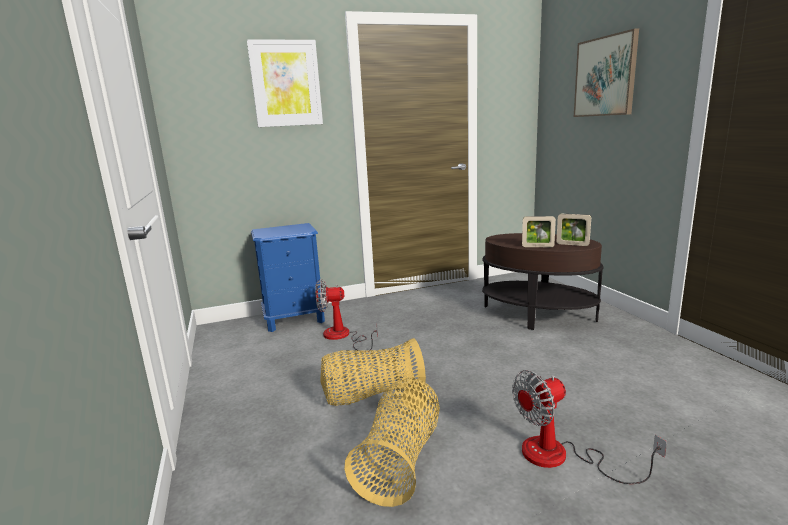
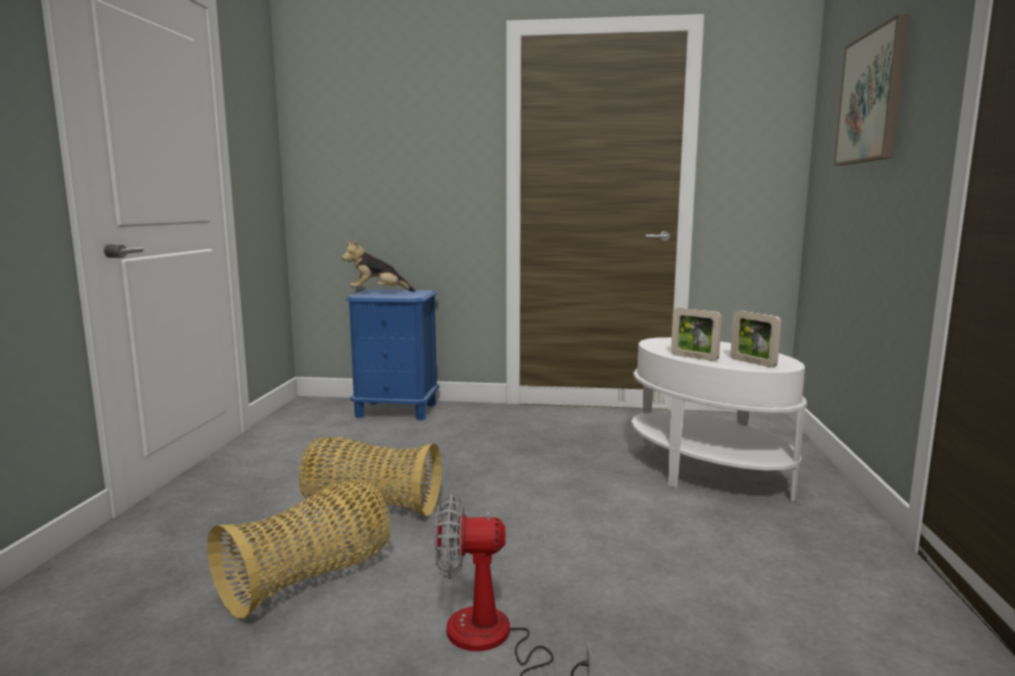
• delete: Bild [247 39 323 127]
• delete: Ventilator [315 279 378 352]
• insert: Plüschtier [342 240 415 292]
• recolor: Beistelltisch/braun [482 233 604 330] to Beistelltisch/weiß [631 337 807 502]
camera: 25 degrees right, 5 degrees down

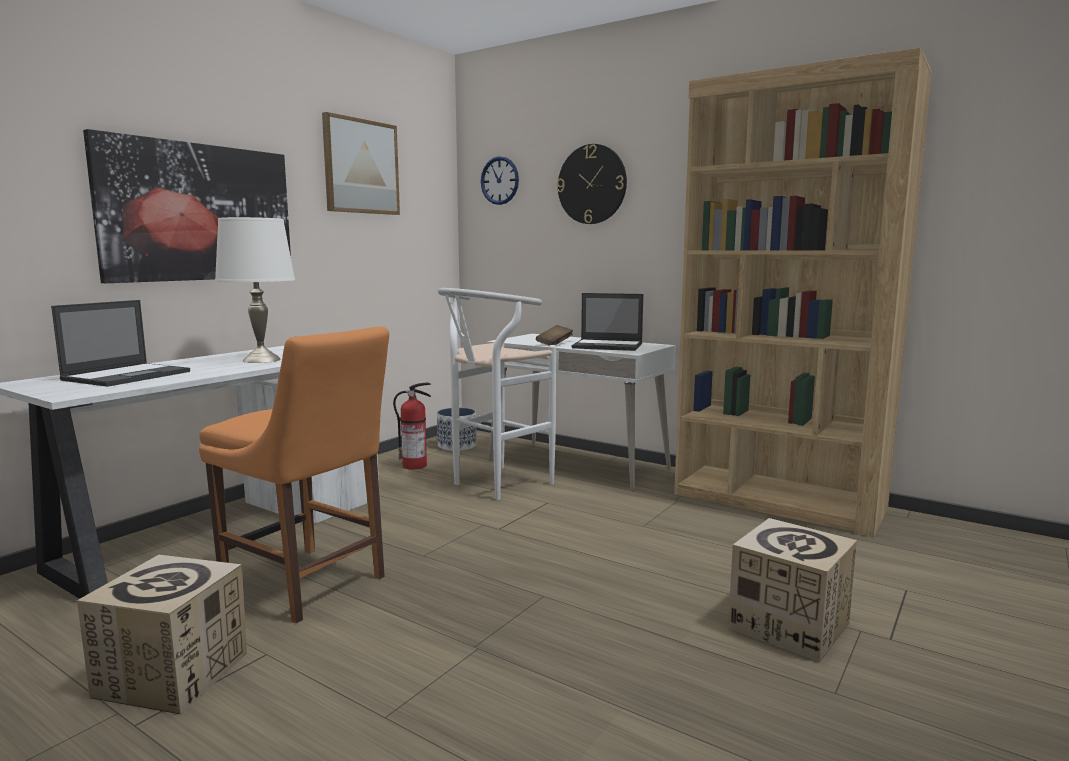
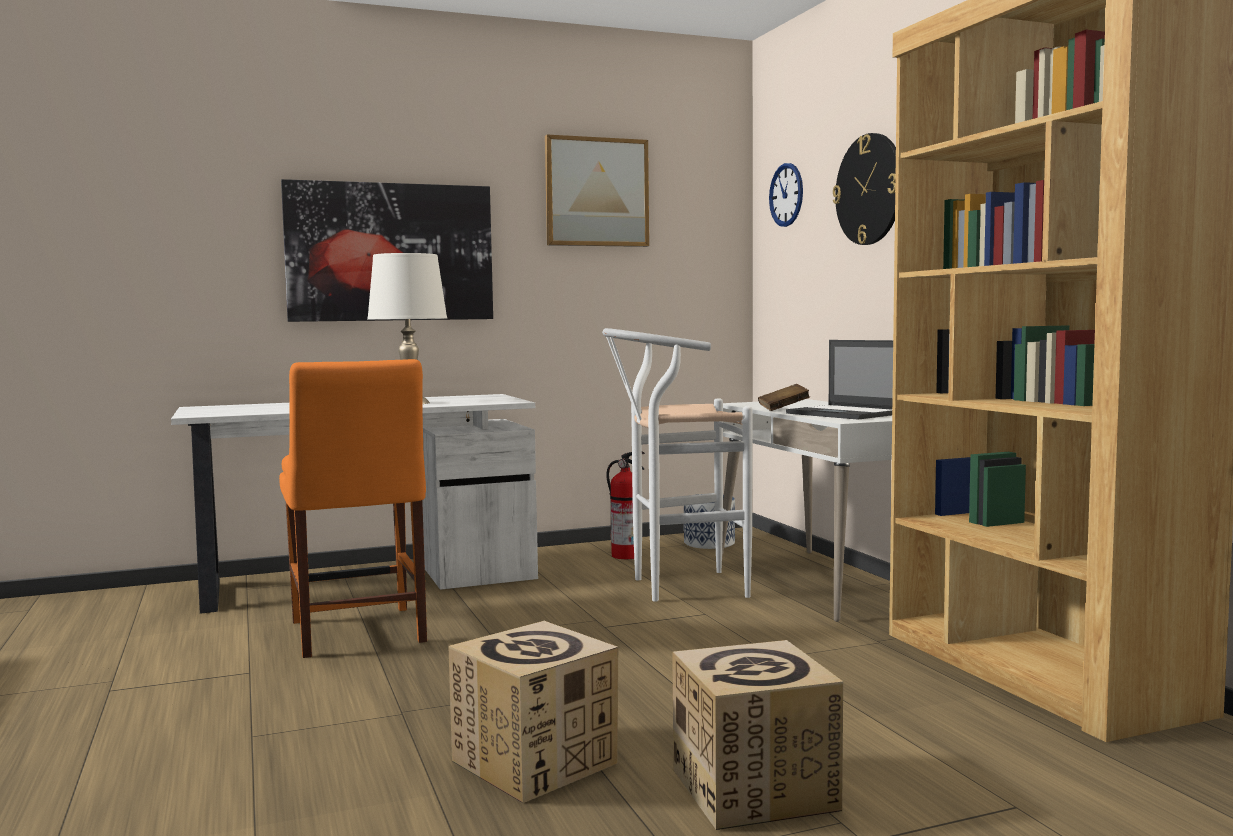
• delete: Laptop [51 300 190 387]
• move: Karton [77 555 247 714] to [448 621 618 803]
camera: 35 degrees right, 5 degrees down

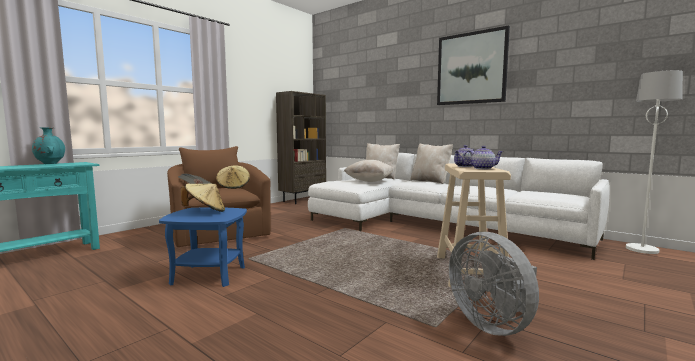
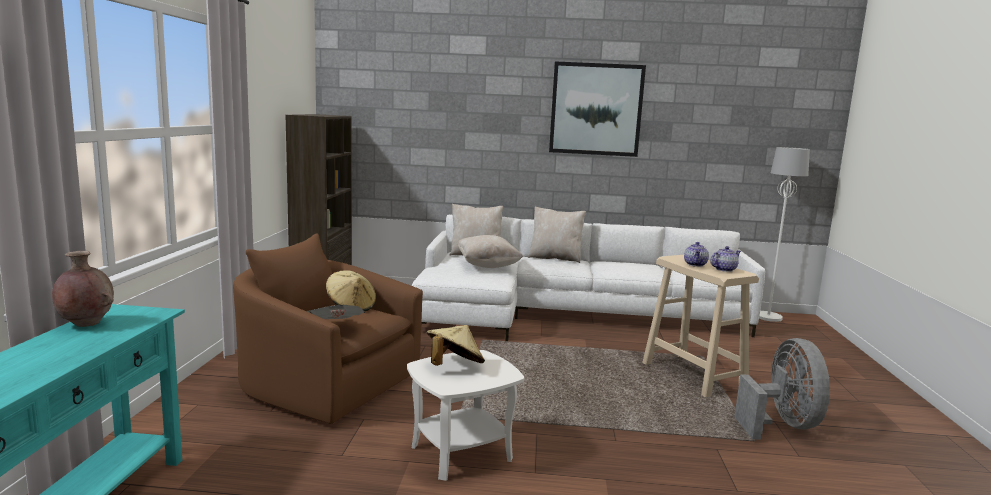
• recolor: Vase/türkis [32 127 65 164] to Vase/braun [52 251 114 327]
• recolor: Beistelltisch/blau [159 207 247 287] to Beistelltisch/weiß [407 350 524 481]
• rotate: Ventilator/grau [449 232 539 336] = [734 338 830 440] 120 degrees counterclockwise
camera: 35 degrees left, 5 degrees up

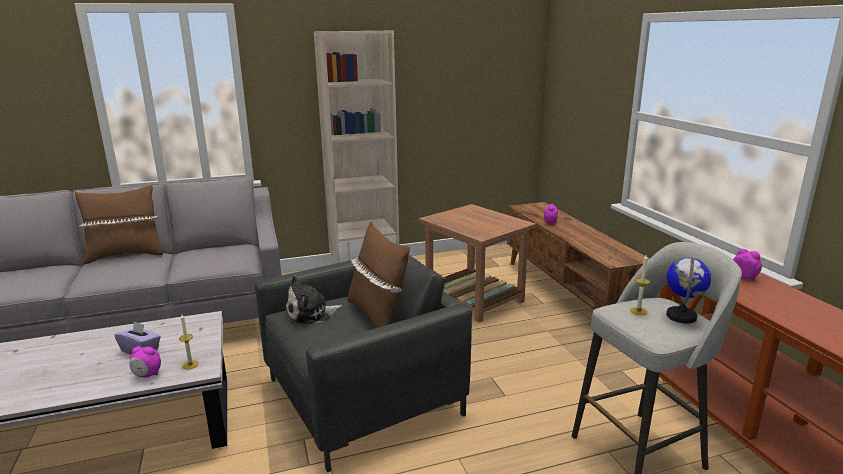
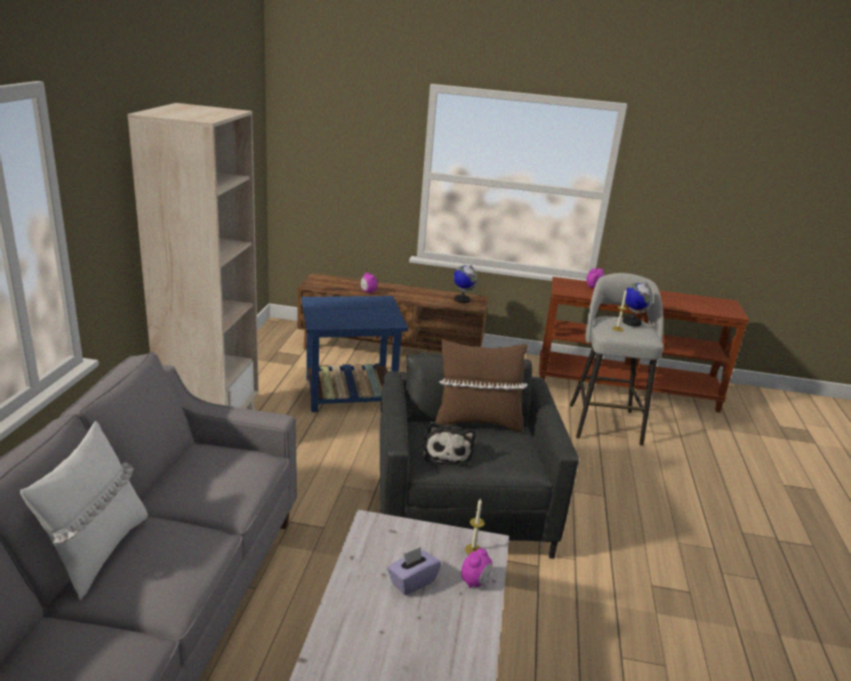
• insert: Globus [454 265 478 303]
• recolor: Kissen/braun [75 185 163 264] to Kissen/weiß [20 421 148 600]
• recolor: Beistelltisch/braun [419 204 536 322] to Beistelltisch/blau [301 296 408 412]
camera: 65 degrees left, 5 degrees up

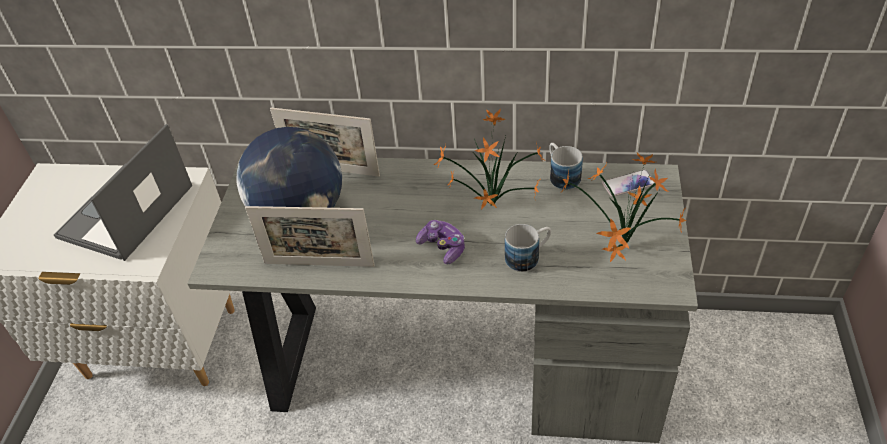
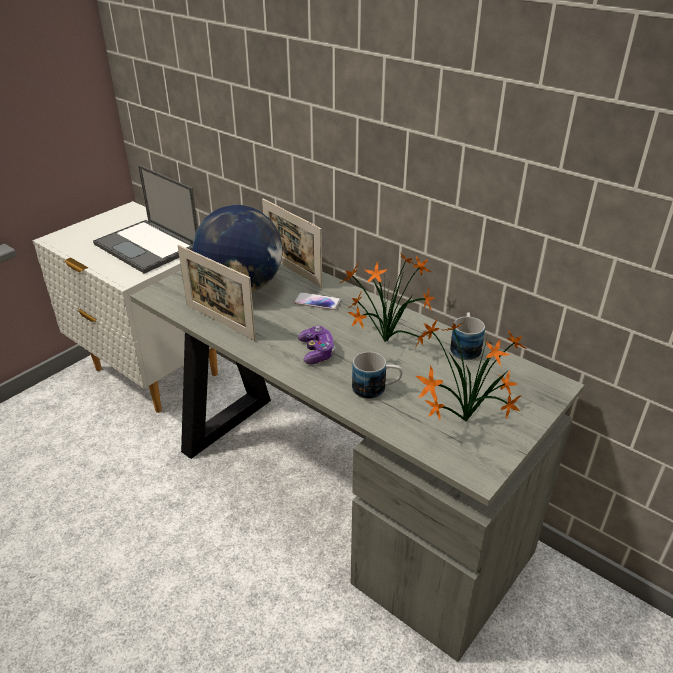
• move: Handy [602 170 655 197] to [294 292 341 310]
• rotate: Laptop [54 124 192 261] = [93 165 198 273] 105 degrees counterclockwise
camera: 30 degrees right, 10 degrees down

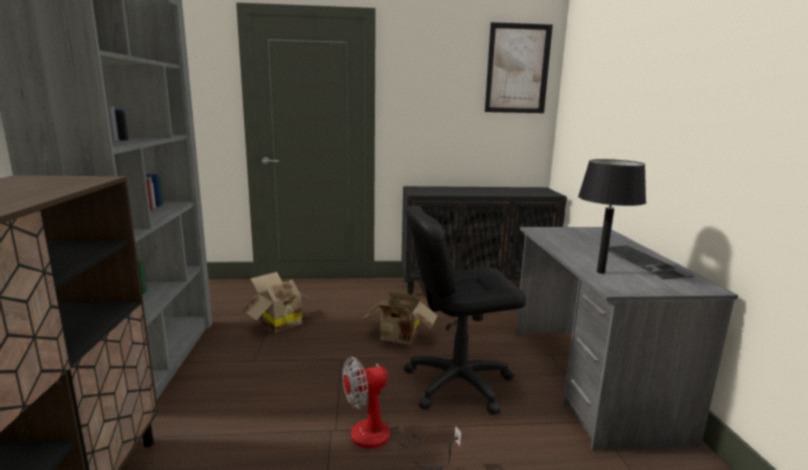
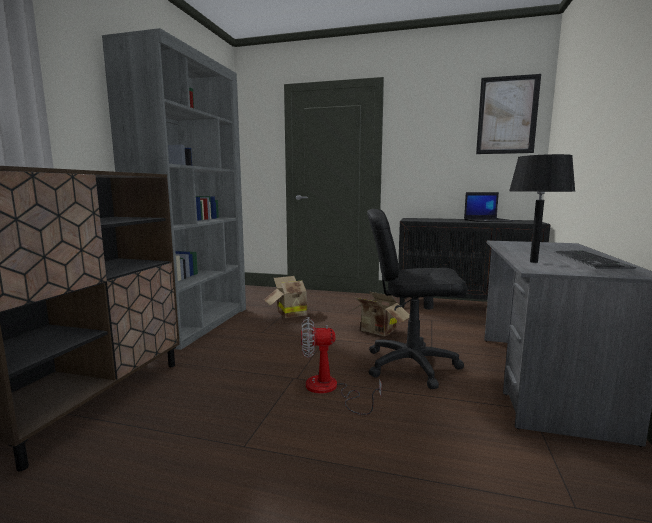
• insert: Laptop [464 192 513 222]
camera: 20 degrees right, 5 degrees down

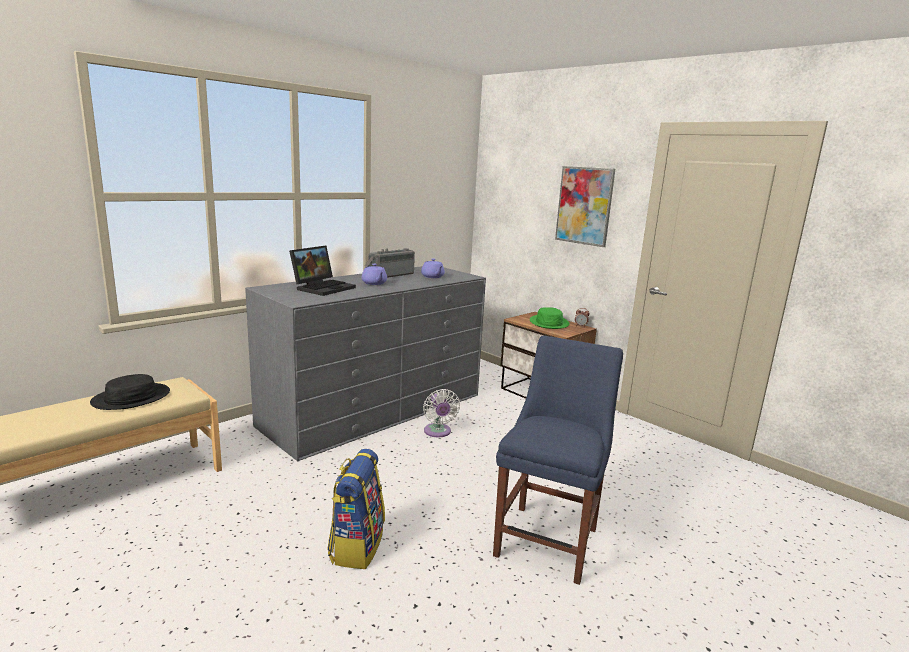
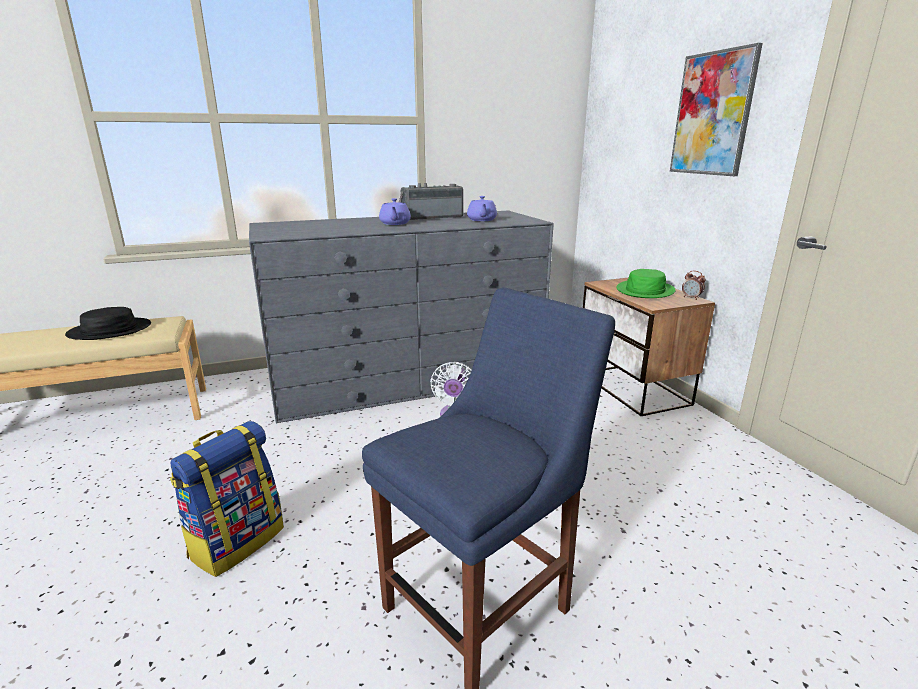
• delete: Laptop [289 246 356 296]
camera: 25 degrees right, 5 degrees up

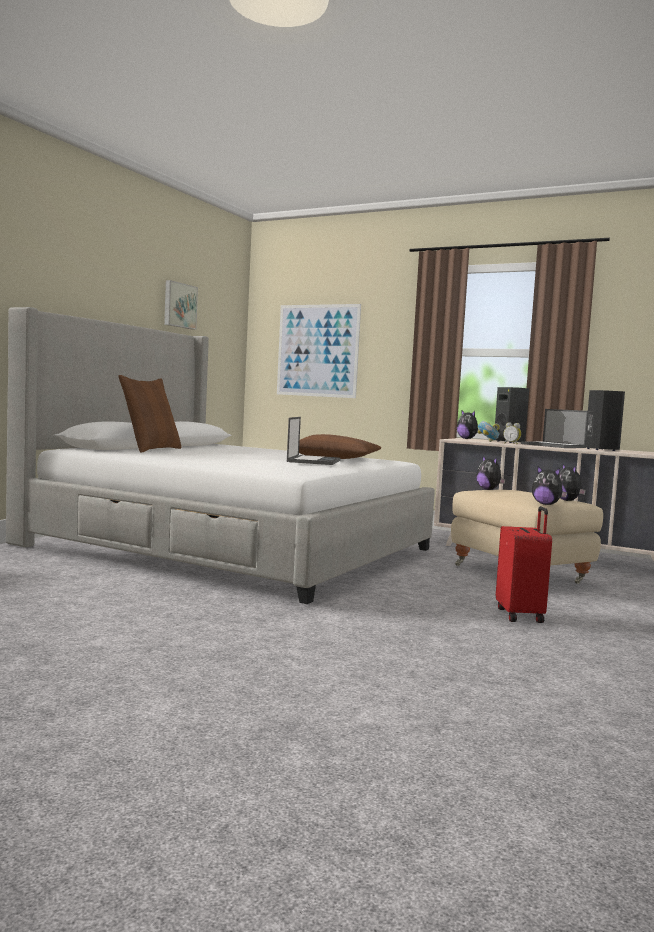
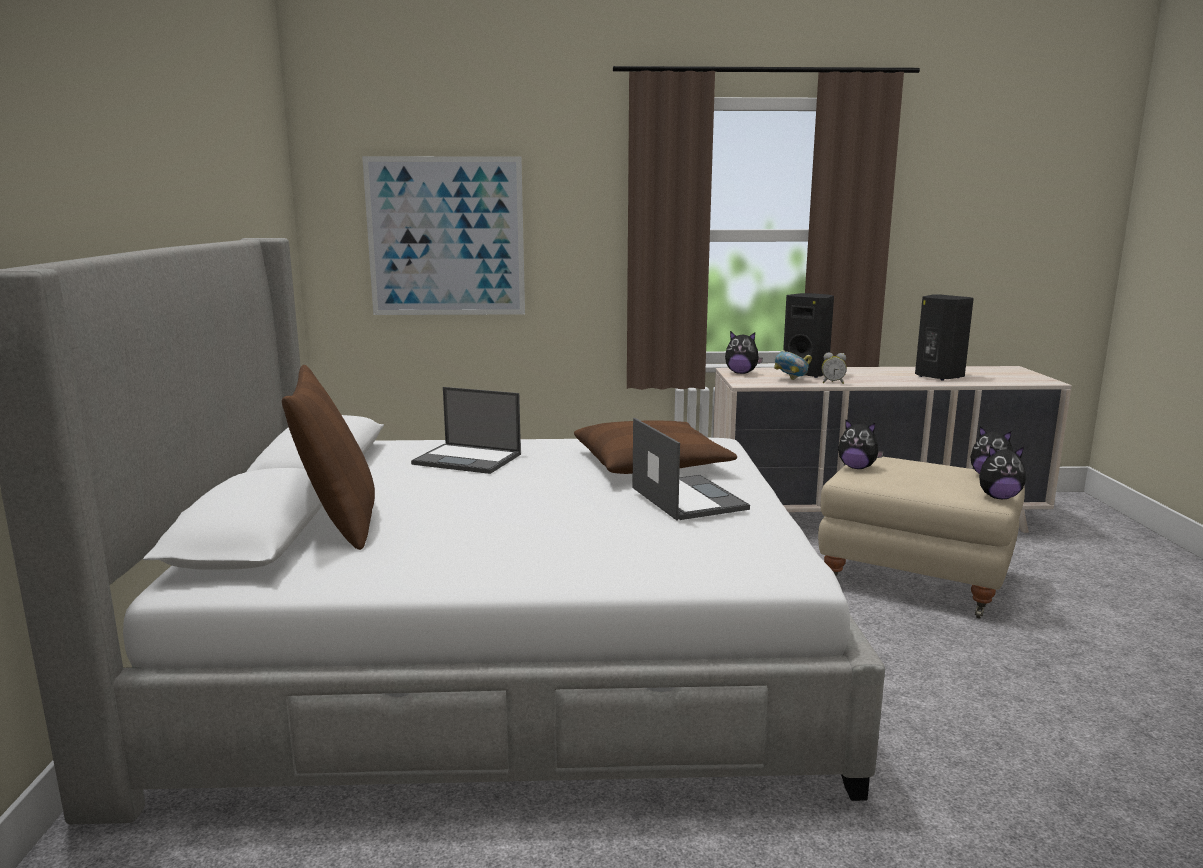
• delete: Bild [164 280 198 330]
• delete: Koffer/rot [496 506 552 623]
• move: Laptop [521 409 588 448] to [411 387 521 474]
camera: 30 degrees left, 10 degrees up

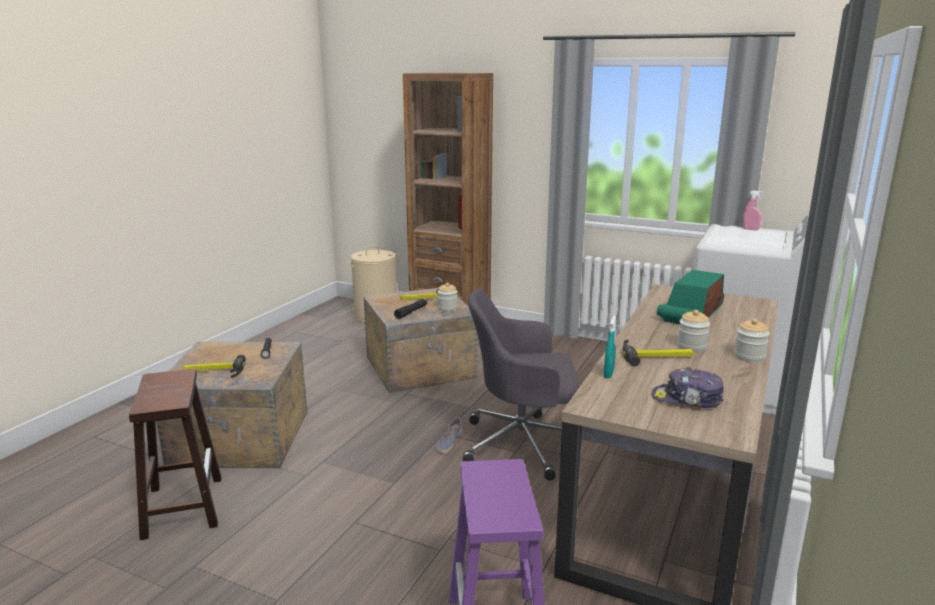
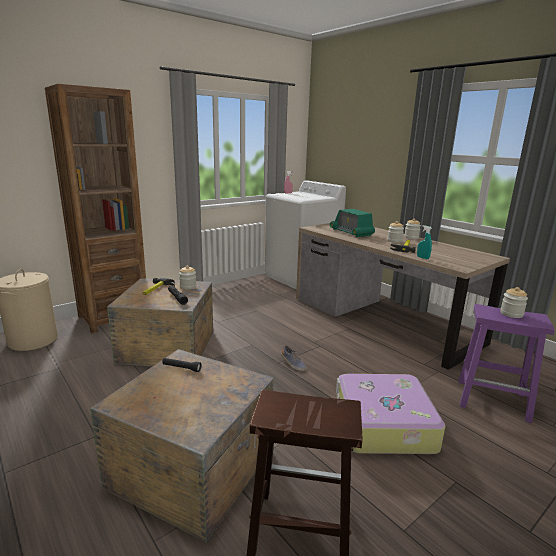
• delete: Hammer [183 355 246 378]
• delete: Bürostuhl/grau [463 289 579 481]
• delete: Kappe [651 367 724 408]
• insert: Koffer [336 374 445 454]
• insert: Vorratsglas [500 287 528 318]
camera: 65 degrees left, 0 degrees up

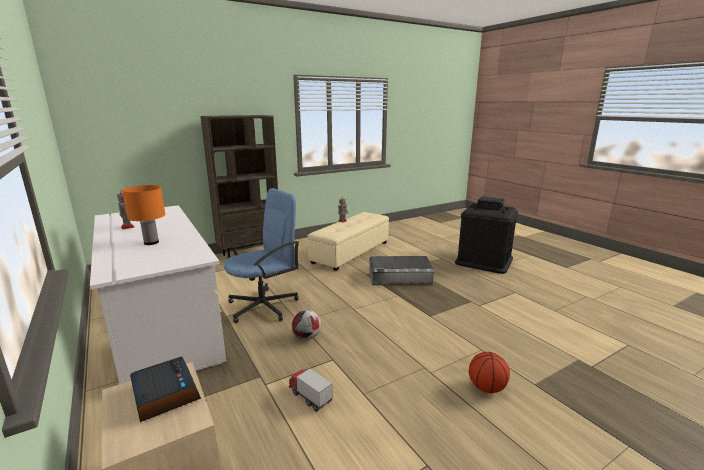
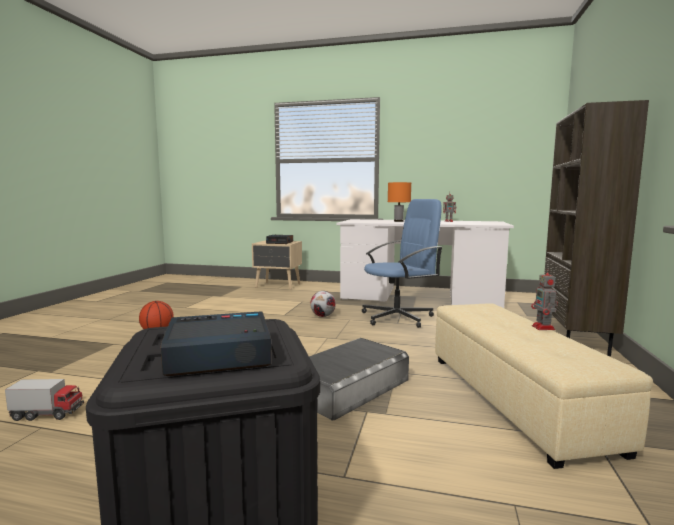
• move: Spielzeuglaster [289 368 333 412] to [5 379 84 421]
• rotate: Bürostuhl/blau [224 188 299 323] = [362 199 442 328] 120 degrees counterclockwise
camera: 135 degrees right, 10 degrees down

